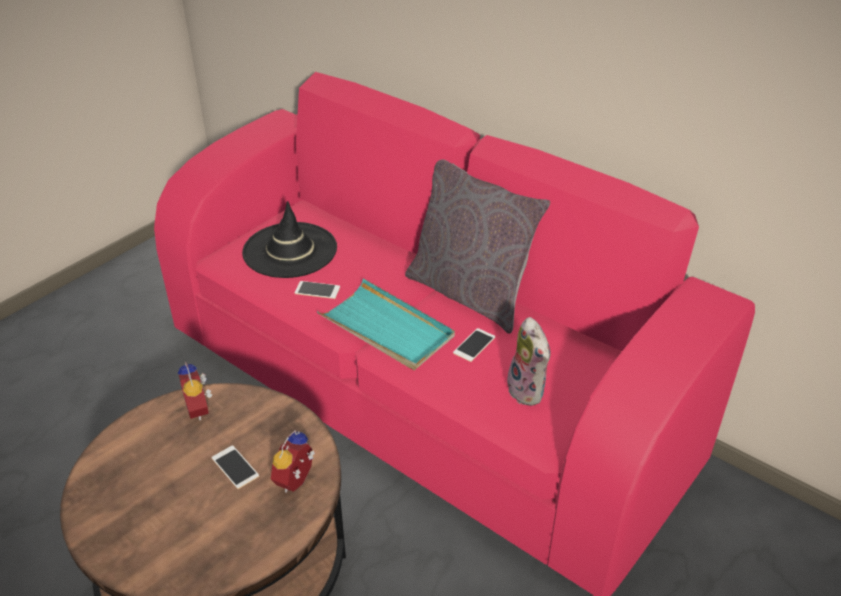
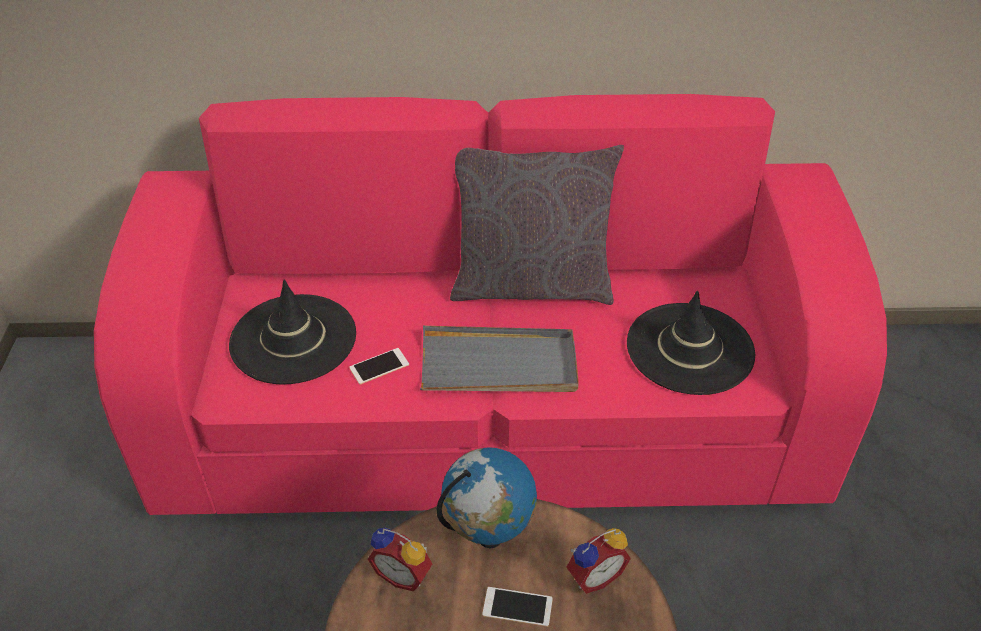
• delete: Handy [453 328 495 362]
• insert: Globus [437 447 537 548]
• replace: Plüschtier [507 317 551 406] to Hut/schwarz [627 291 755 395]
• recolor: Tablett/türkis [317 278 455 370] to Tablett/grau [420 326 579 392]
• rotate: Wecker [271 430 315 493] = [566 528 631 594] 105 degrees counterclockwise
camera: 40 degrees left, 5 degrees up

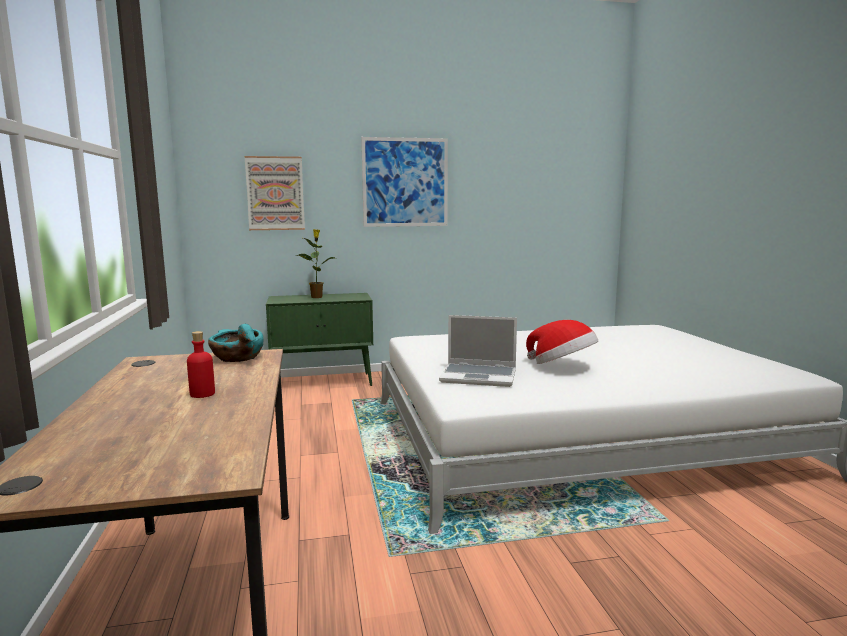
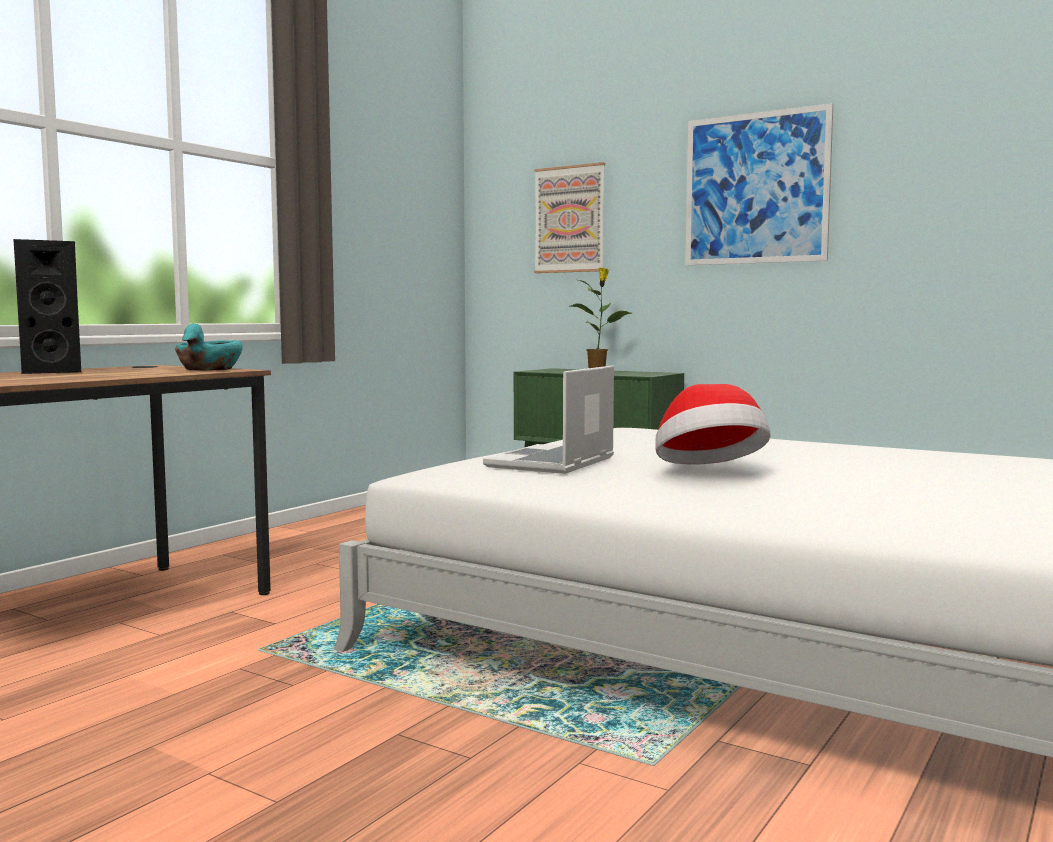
• delete: Flasche/rot [187 331 215 398]
• insert: Lautsprecher/schwarz [13 239 82 374]
• rotate: Laptop [439 315 517 387] = [483 366 614 474] 60 degrees clockwise
camera: 45 degrees right, 5 degrees down

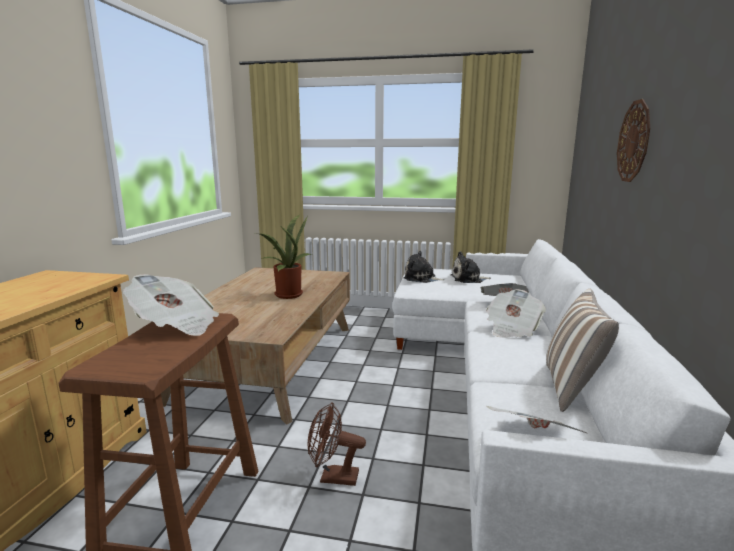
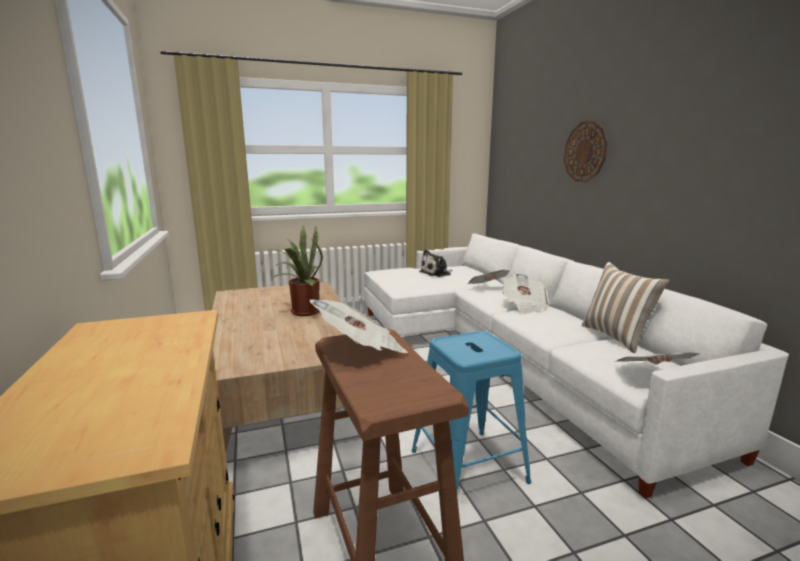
• delete: Plüschtier [404 251 444 283]
• replace: Ventilator/braun [308 402 366 486] to Hocker/blau [412 331 531 491]
camera: 30 degrees left, 0 degrees up

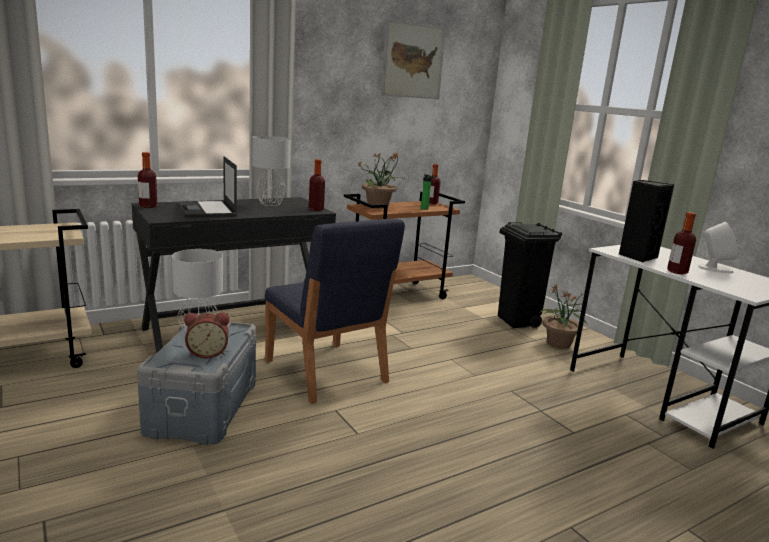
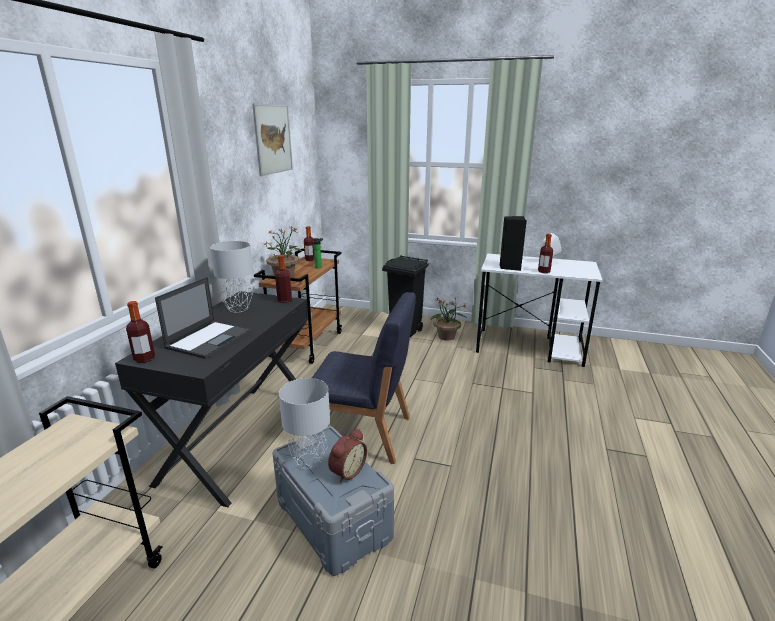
• rotate: Laptop [178 156 237 218] = [155 277 252 359] 90 degrees counterclockwise
camera: 40 degrees left, 5 degrees up

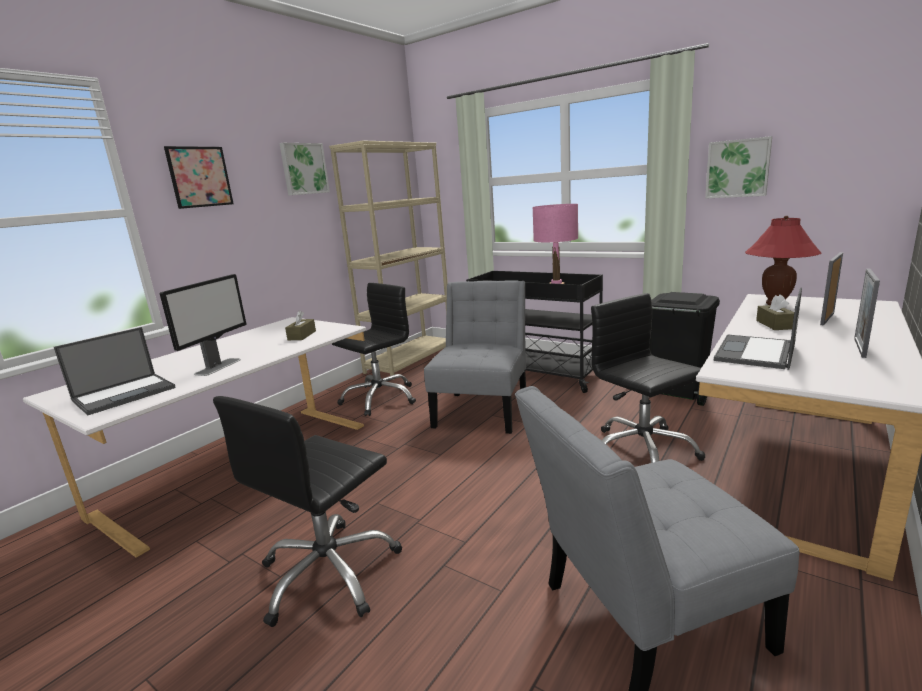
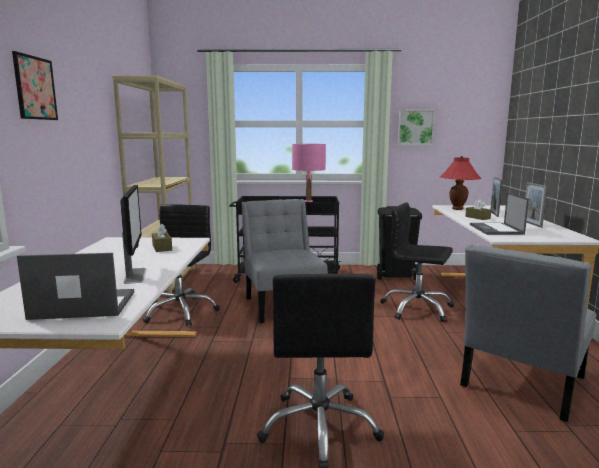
• delete: Bild [279 143 330 195]
• rotate: Laptop [54 327 176 415] = [17 253 134 320] 105 degrees counterclockwise
camera: 35 degrees left, 5 degrees down

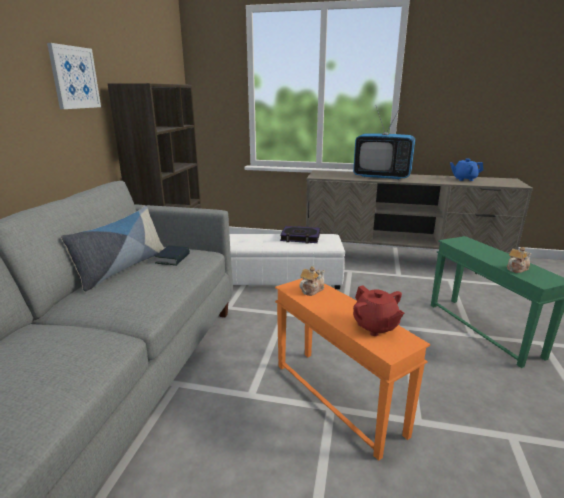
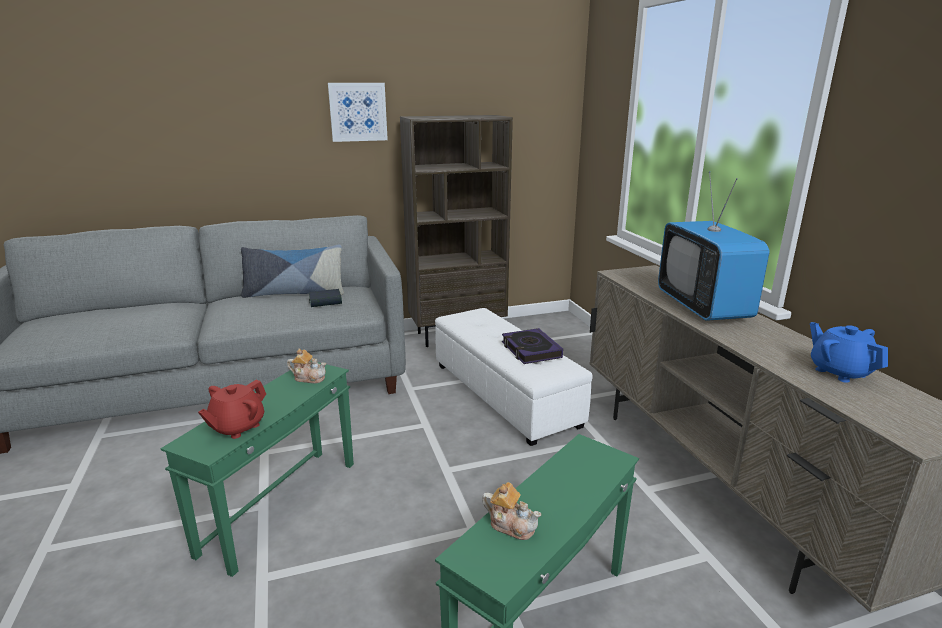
• recolor: Beistelltisch/orange [275 278 430 461] to Beistelltisch/grün [160 361 354 577]
camera: 60 degrees right, 0 degrees up

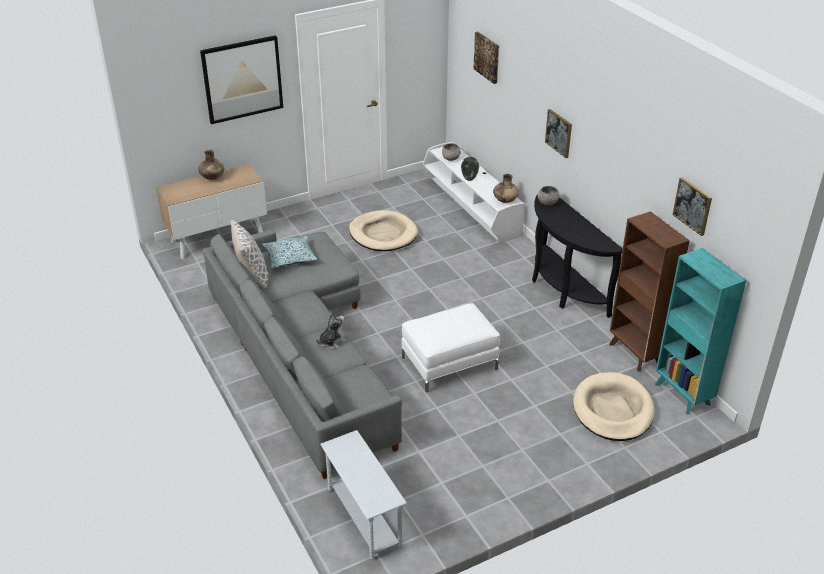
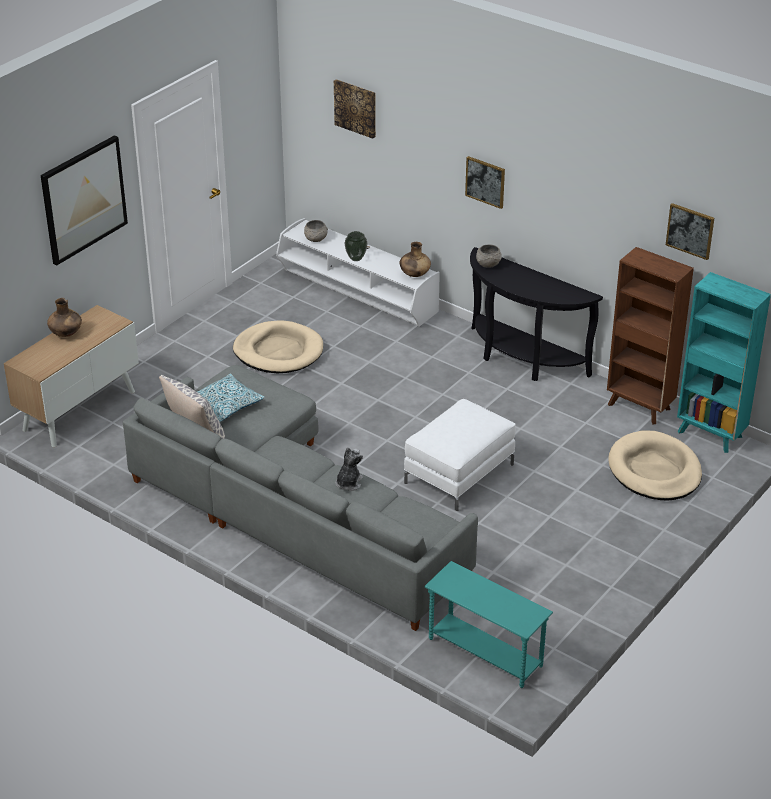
• recolor: Beistelltisch/weiß [320 430 407 560] to Beistelltisch/türkis [425 561 553 688]
camera: 25 degrees left, 0 degrees up

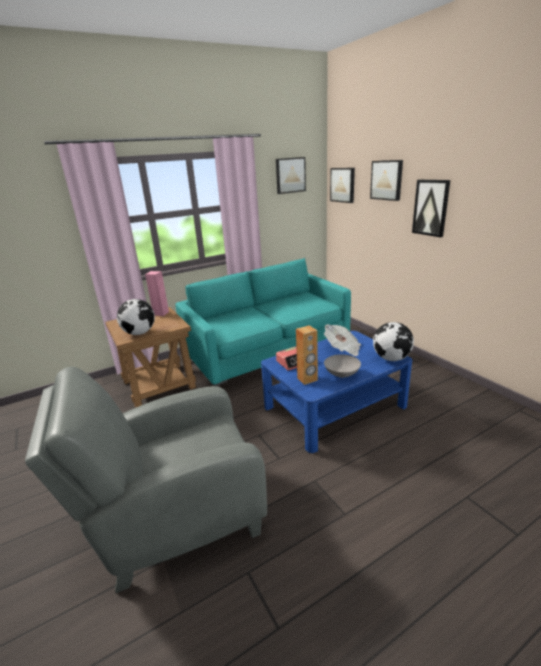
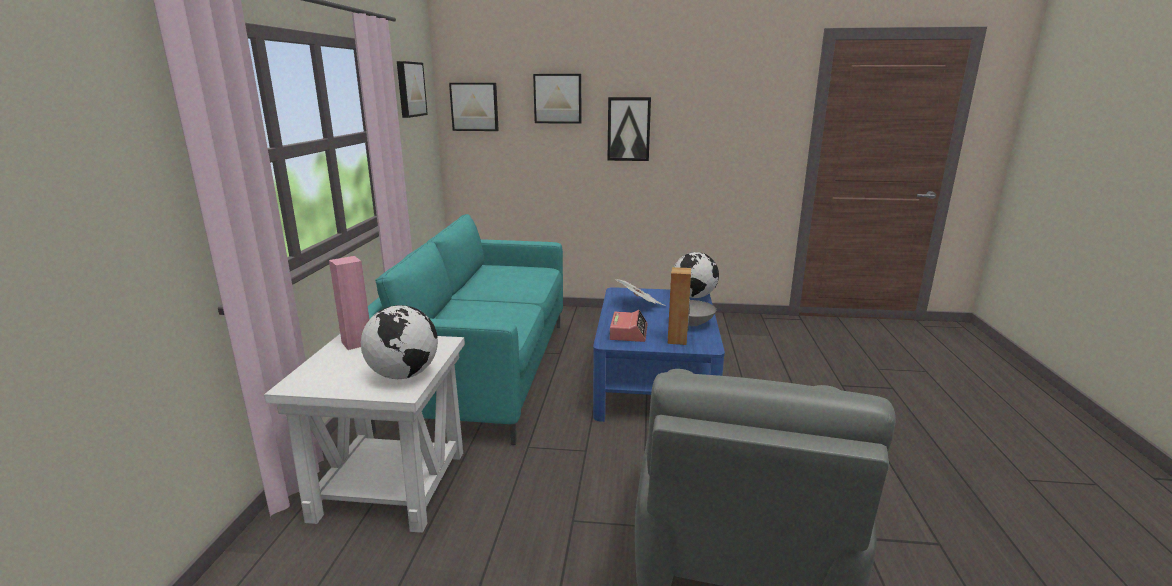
• recolor: Beistelltisch/braun [105 307 196 408] to Beistelltisch/weiß [264 334 465 533]
camera: 55 degrees left, 5 degrees down

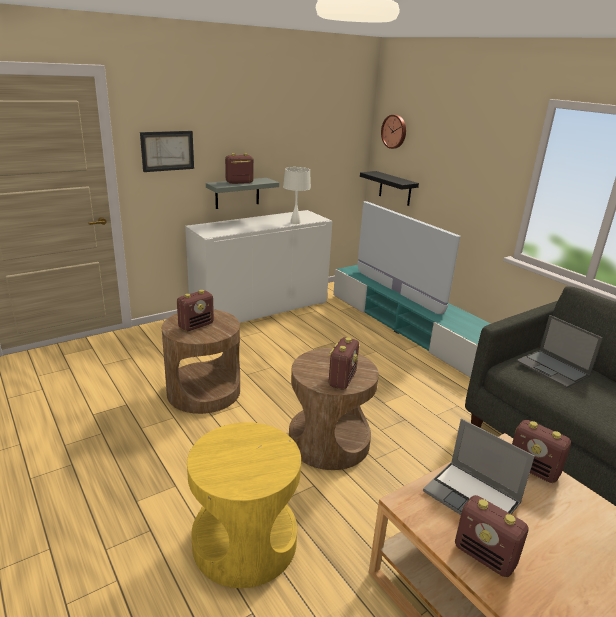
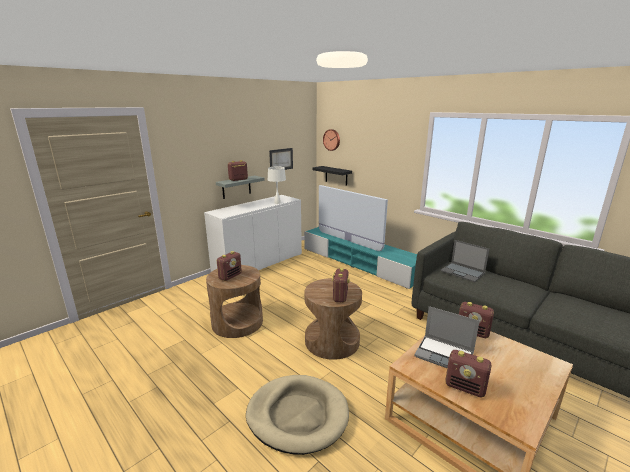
• move: Bild [140 131 194 172] to [269 148 293 170]
• replace: Beistelltisch/gelb [187 422 301 588] to Hundebett/beige [246 375 349 455]
camera: 10 degrees left, 5 degrees down

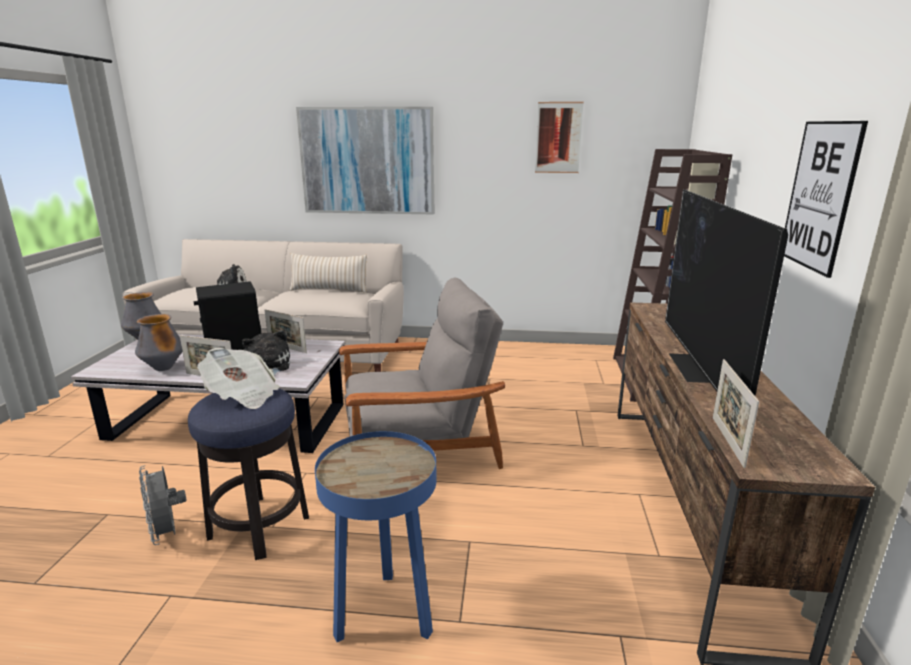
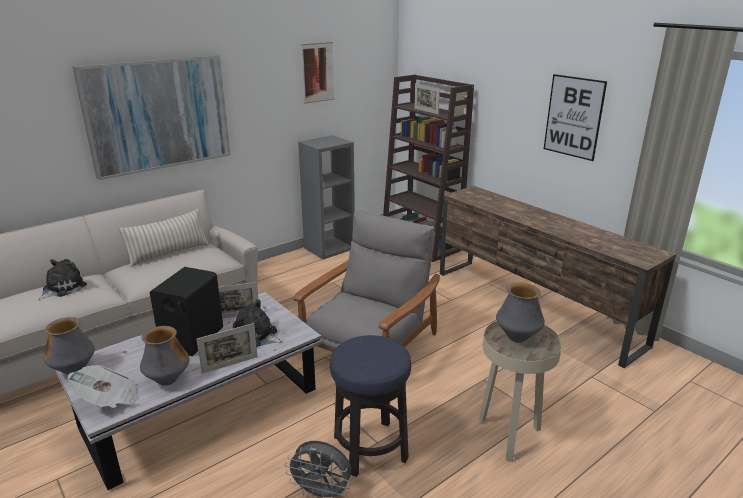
• delete: Fernseher [665 190 788 396]
• insert: Bücherregal/grau [298 135 355 259]
• insert: Vase [496 283 545 343]
• move: Zeitung [197 348 280 409] to [68 365 140 408]
• move: Bilderrahmen [713 359 759 468] to [414 83 440 114]
• recolor: Beistelltisch/blau [315 431 437 642] to Beistelltisch/beige [478 321 562 461]
camera: 45 degrees left, 5 degrees up

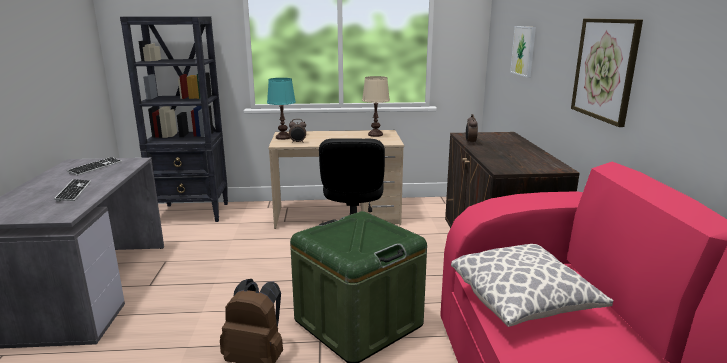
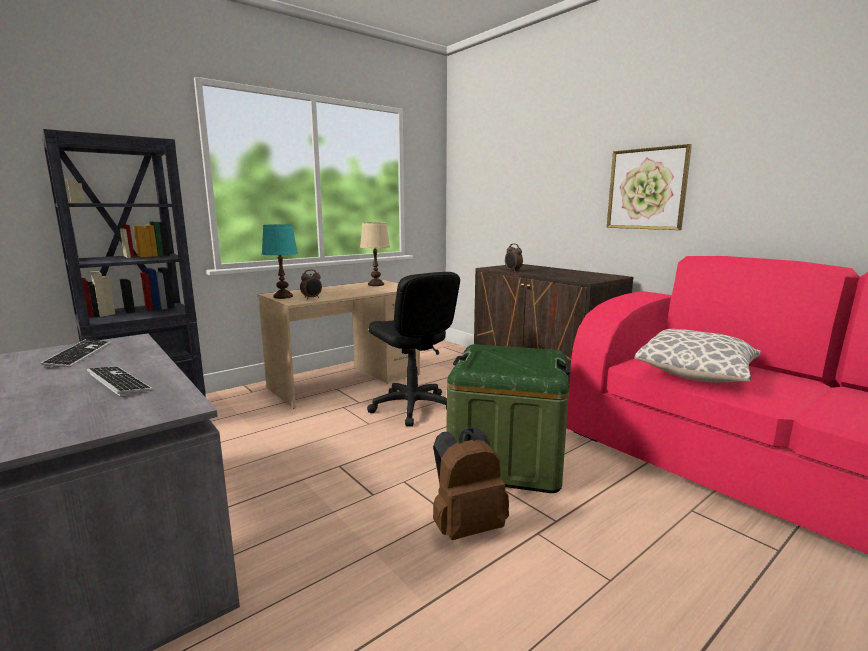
• delete: Bild [510 26 536 78]
camera: 35 degrees left, 5 degrees down

